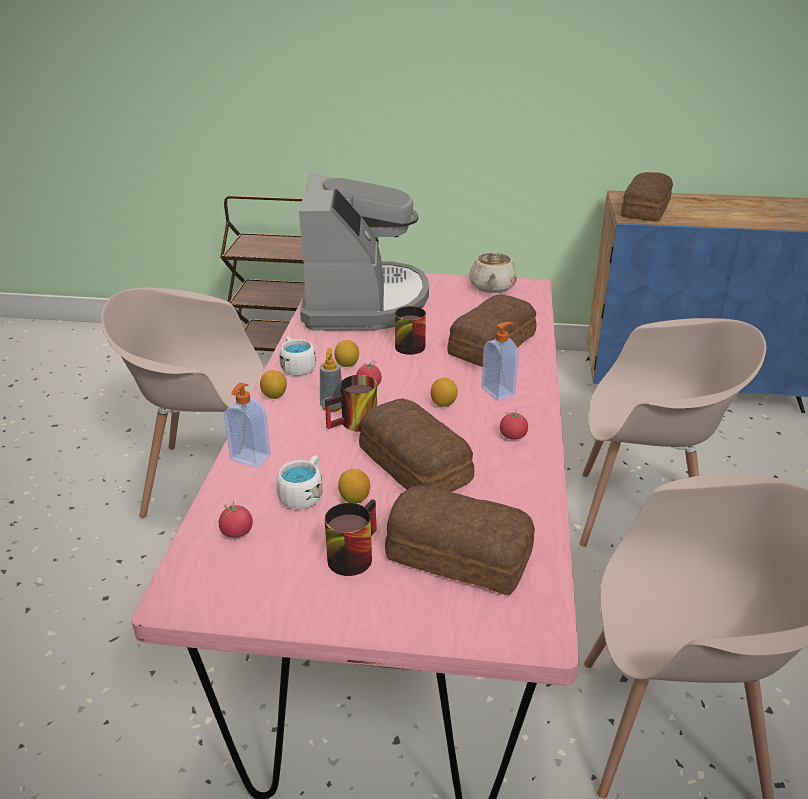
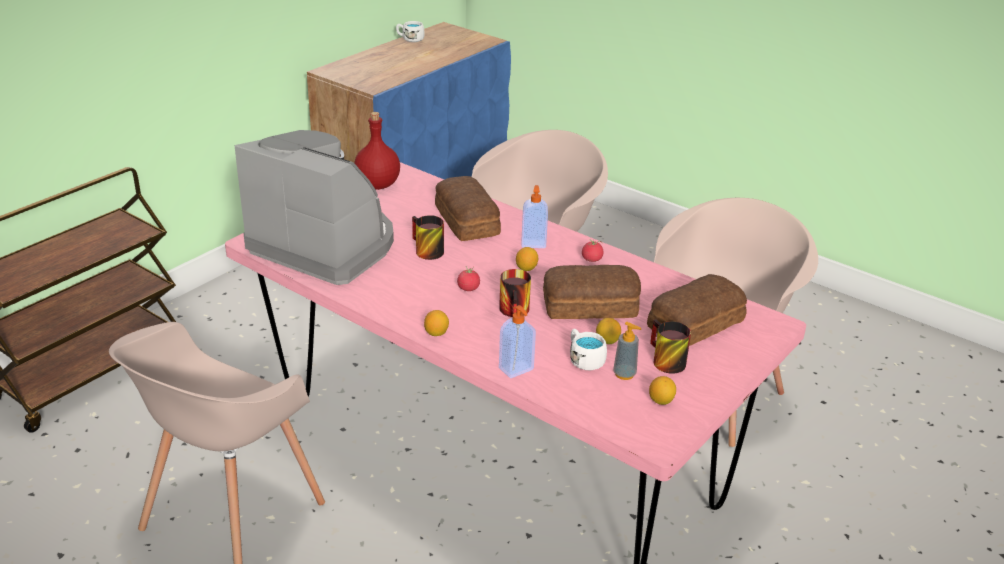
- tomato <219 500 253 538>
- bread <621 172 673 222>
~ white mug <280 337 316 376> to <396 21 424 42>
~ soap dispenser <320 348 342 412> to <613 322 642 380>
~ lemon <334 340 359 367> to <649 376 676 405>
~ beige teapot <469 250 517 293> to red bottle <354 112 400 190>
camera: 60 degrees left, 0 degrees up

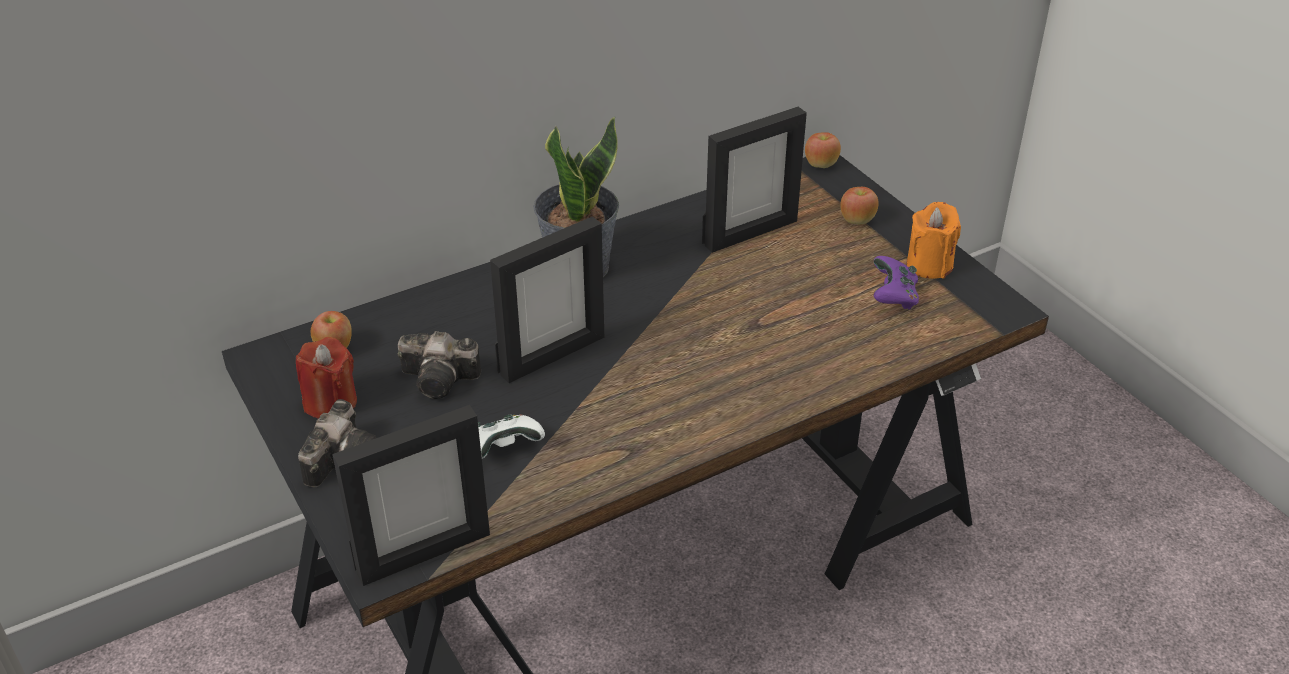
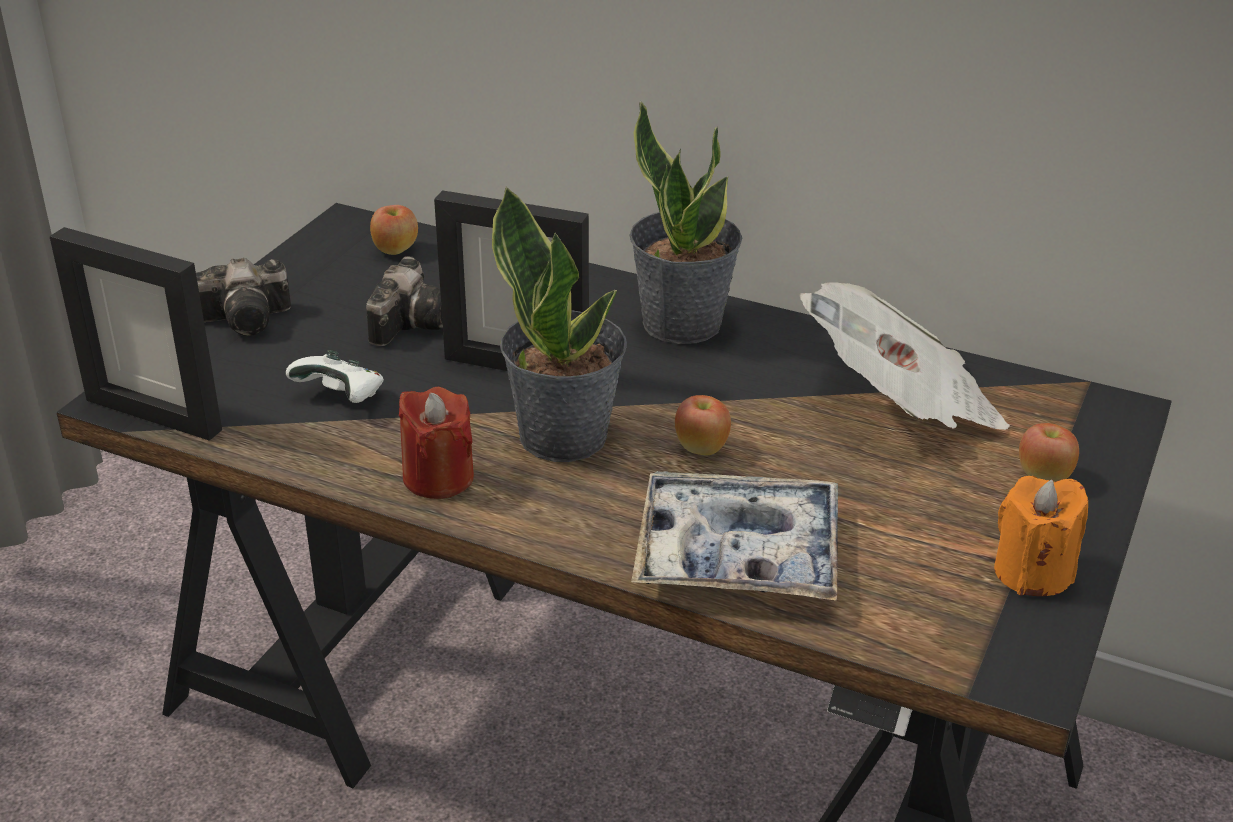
- purple game controller <874 256 919 310>
+ potted plant <492 186 627 462>
+ tray <631 471 838 601>
~ red candle <296 337 357 419> to <399 387 474 499>
~ apple <805 132 841 168> to <675 395 731 456>
~ picture frame <702 107 807 253> to newspaper <800 282 1010 430>
~ photo camera <398 331 481 399> = <366 256 443 346> 135 degrees counterclockwise
camera: 55 degrees right, 5 degrees down

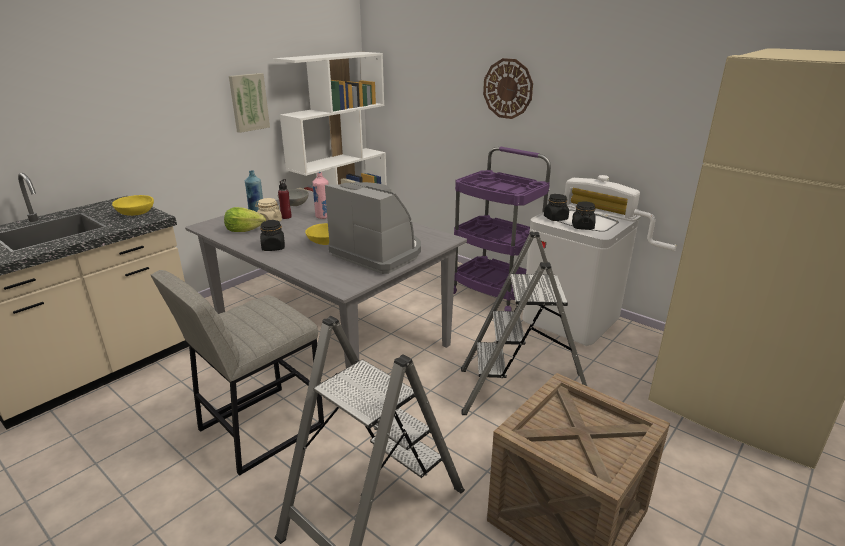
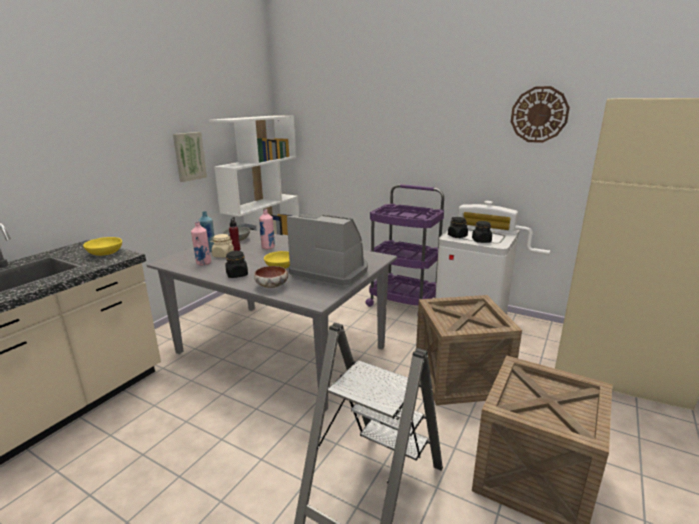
- grey chair <151 270 324 476>
+ bowl <254 266 288 288>
~ wall clock <483 58 533 119> to <511 86 570 143>
~ lettuce <224 207 266 232> to pink bottle <191 221 211 265>
~ grey step ladder <461 232 587 415> to crate <416 295 522 405>
camera: 10 degrees left, 5 degrees down

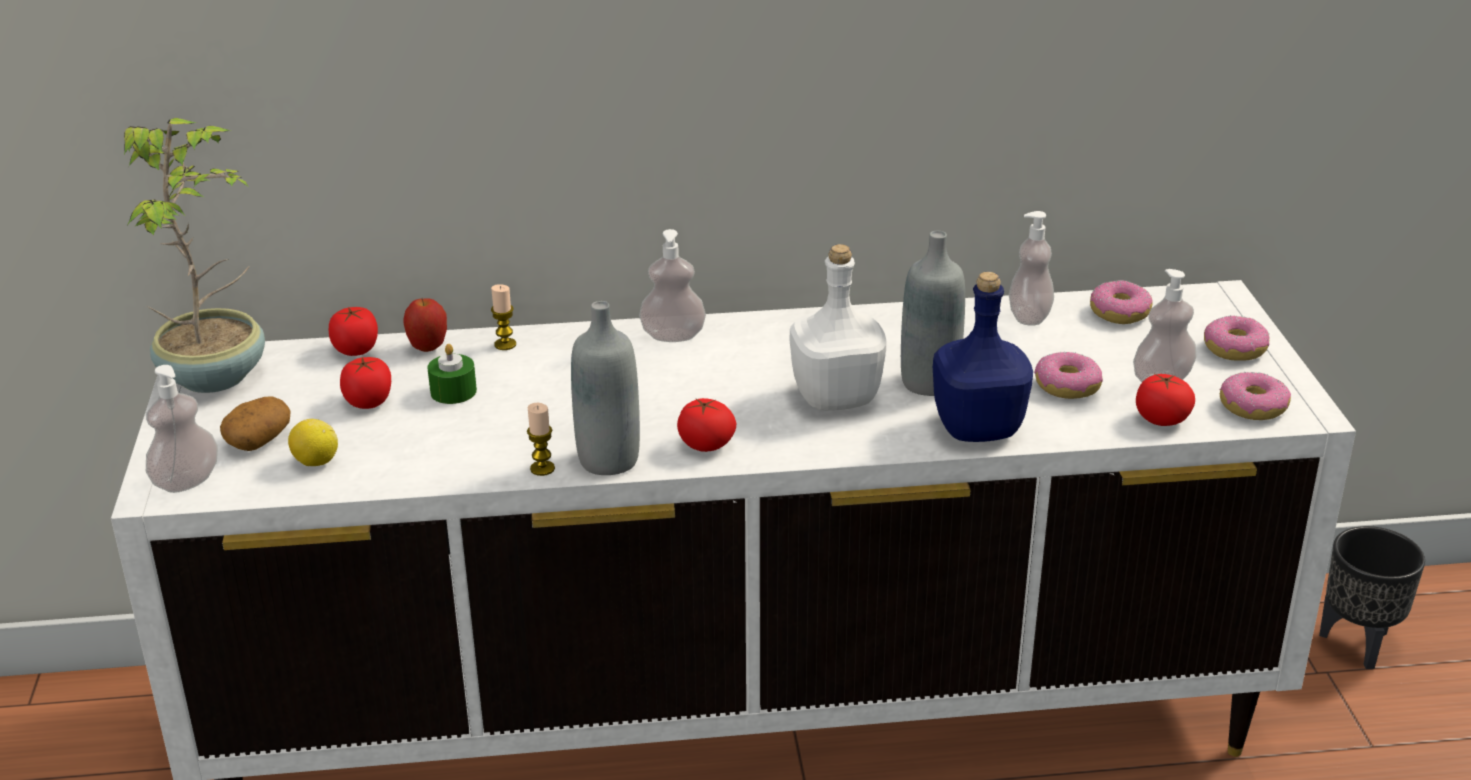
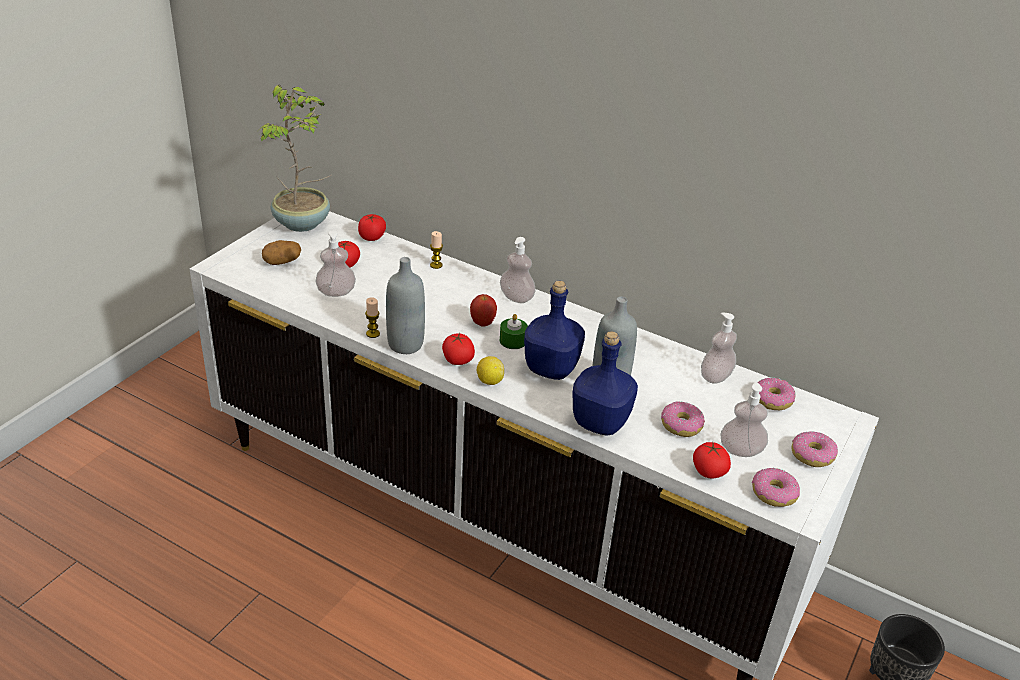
~ soap dispenser <146 365 218 493> to <315 231 356 297>
~ lemon <288 419 338 466> to <477 356 504 385>
~ apple <403 299 447 352> to <470 294 497 327>
~ green candle <427 344 477 404> to <500 314 528 349>
~ white bottle <789 244 886 410> to blue bottle <524 281 585 380>
camera: 35 degrees right, 5 degrees up

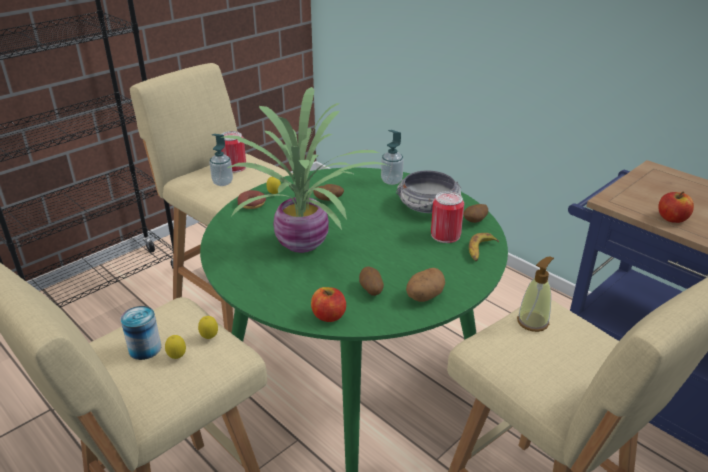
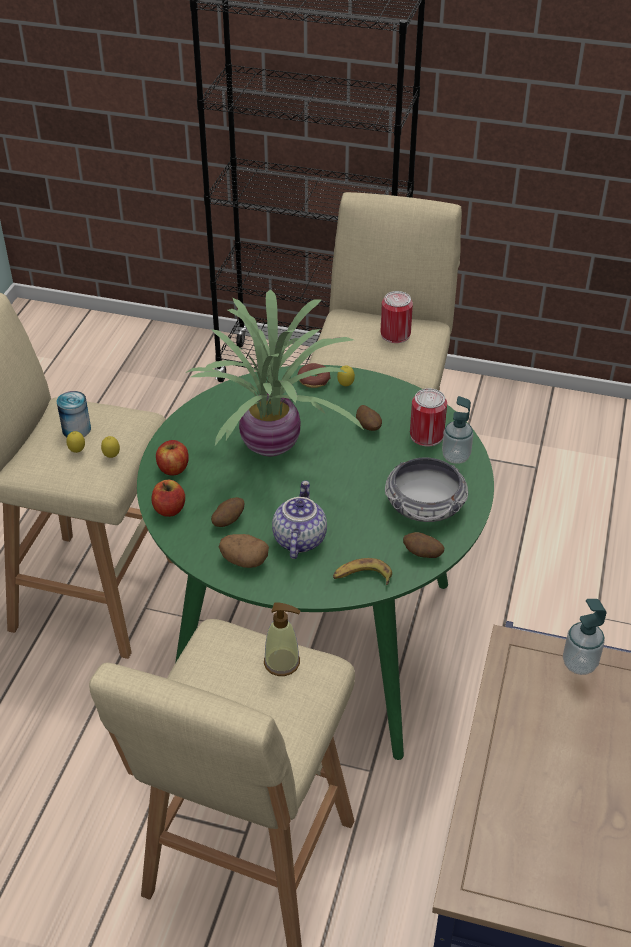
+ teapot <272 481 327 559>
~ soap dispenser <209 134 233 186> to <563 599 606 675>
~ can <431 191 464 243> to <410 388 447 446>
~ apple <658 192 694 223> to <156 440 189 475>
camera: 60 degrees right, 10 degrees up

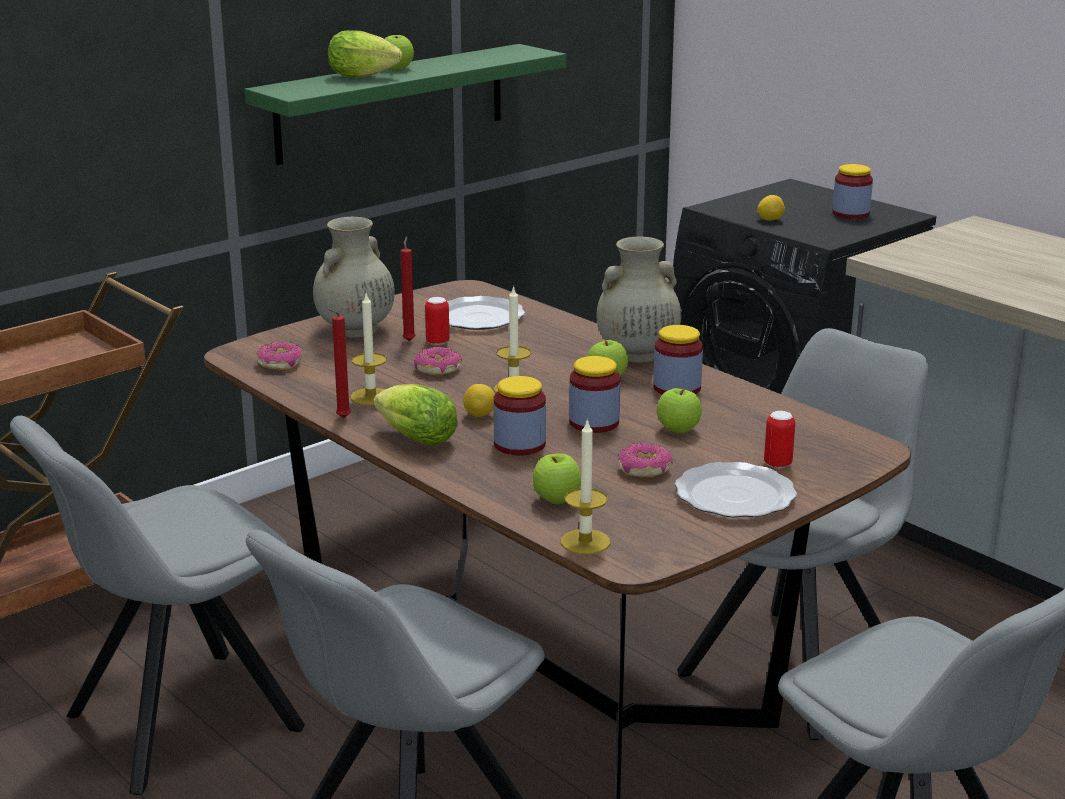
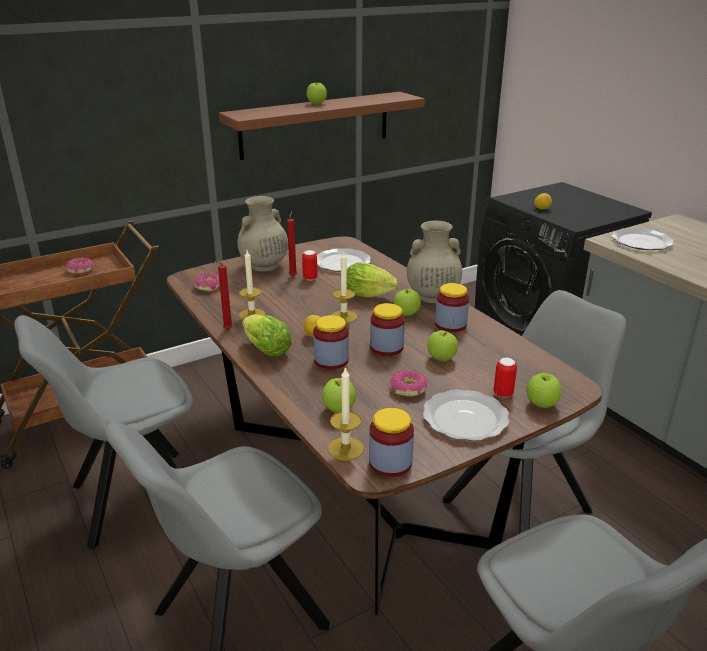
+ apple <526 373 561 408>
+ plate <612 228 674 250>
~ lettuce <328 30 402 77> to <347 262 399 298>
~ donut <414 347 463 375> to <65 257 93 274>
~ jar <832 164 873 219> to <369 408 414 477>
~ green shelf <244 44 566 165> to brown shelf <219 92 425 160>
camera: 10 degrees right, 5 degrees up

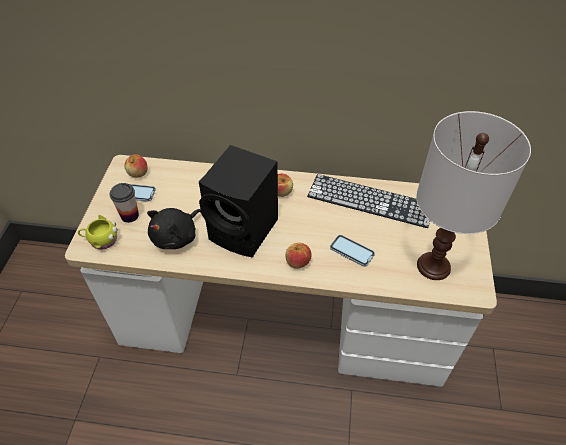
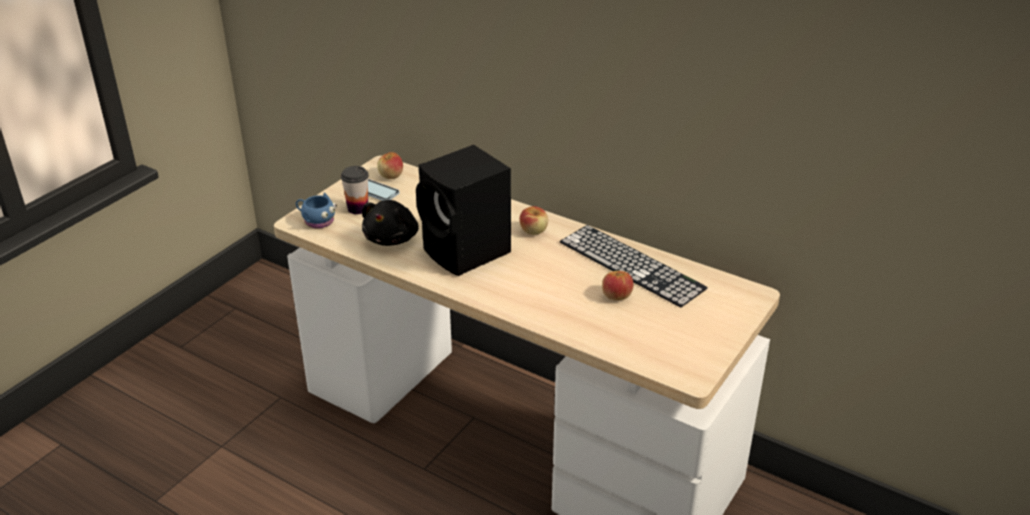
- phone <330 235 375 267>
- white table lamp <416 111 531 280>
~ apple <285 243 312 269> to <602 271 633 300>
~ yellow mug <78 215 118 250> to blue mug <296 193 337 228>
~ black plush toy <147 208 201 249> = <362 200 419 246> 45 degrees counterclockwise
camera: 25 degrees right, 15 degrees down

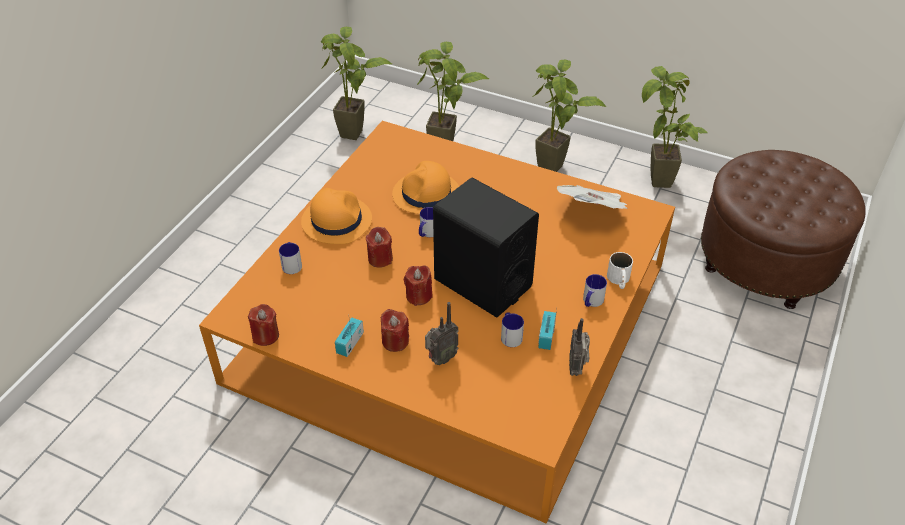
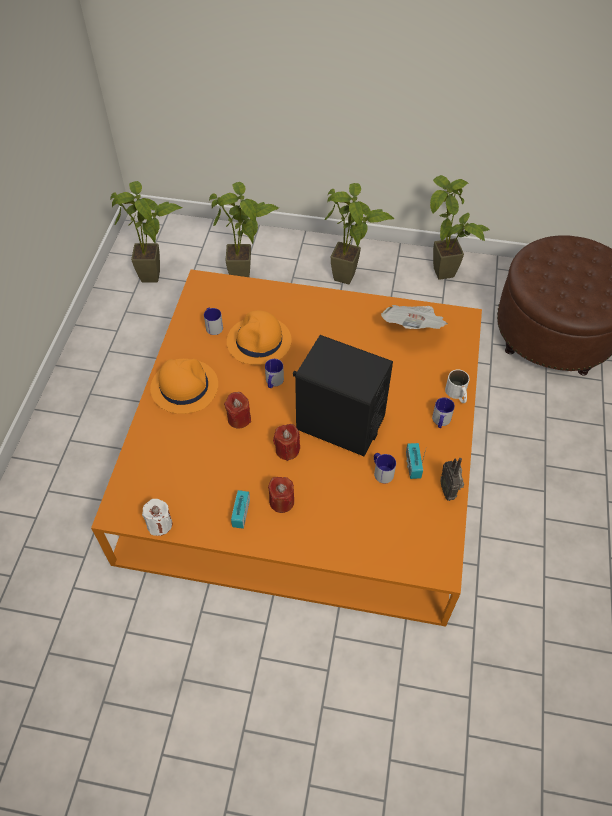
- radio <425 302 459 365>
~ mug <279 242 302 274> to <204 308 223 335>
~ red candle <248 304 279 346> to white candle <142 499 172 536>
camera: 15 degrees left, 10 degrees up

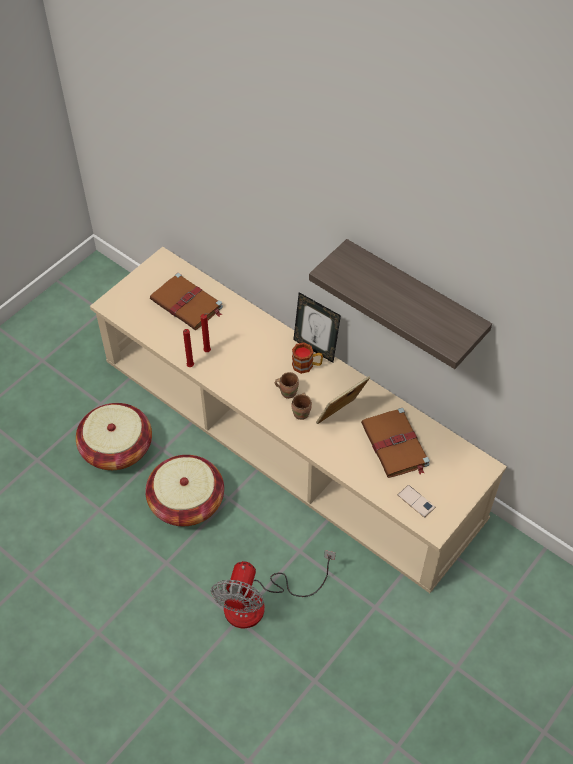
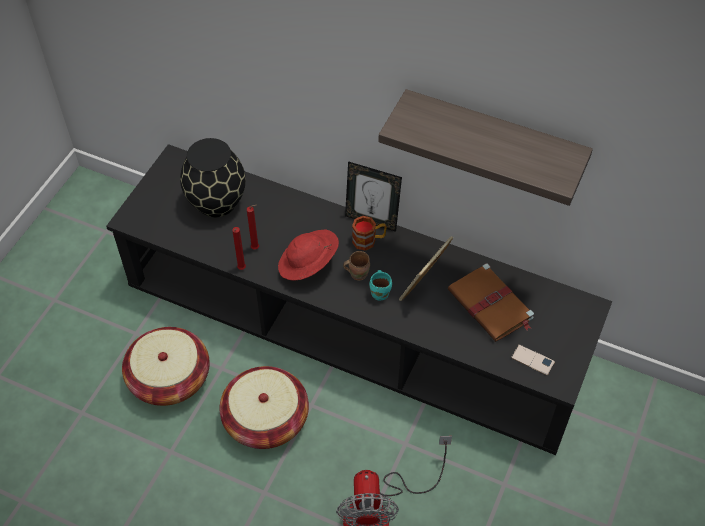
+ red hat <278 230 339 281>
~ brown book <150 273 223 330> to black vase <180 138 246 217>
~ beige tv stand <90 247 507 593> to black tv stand <106 144 612 455>
~ brown mug <291 393 312 420> to turquoise mug <369 270 392 301>
camera: 15 degrees left, 0 degrees up

